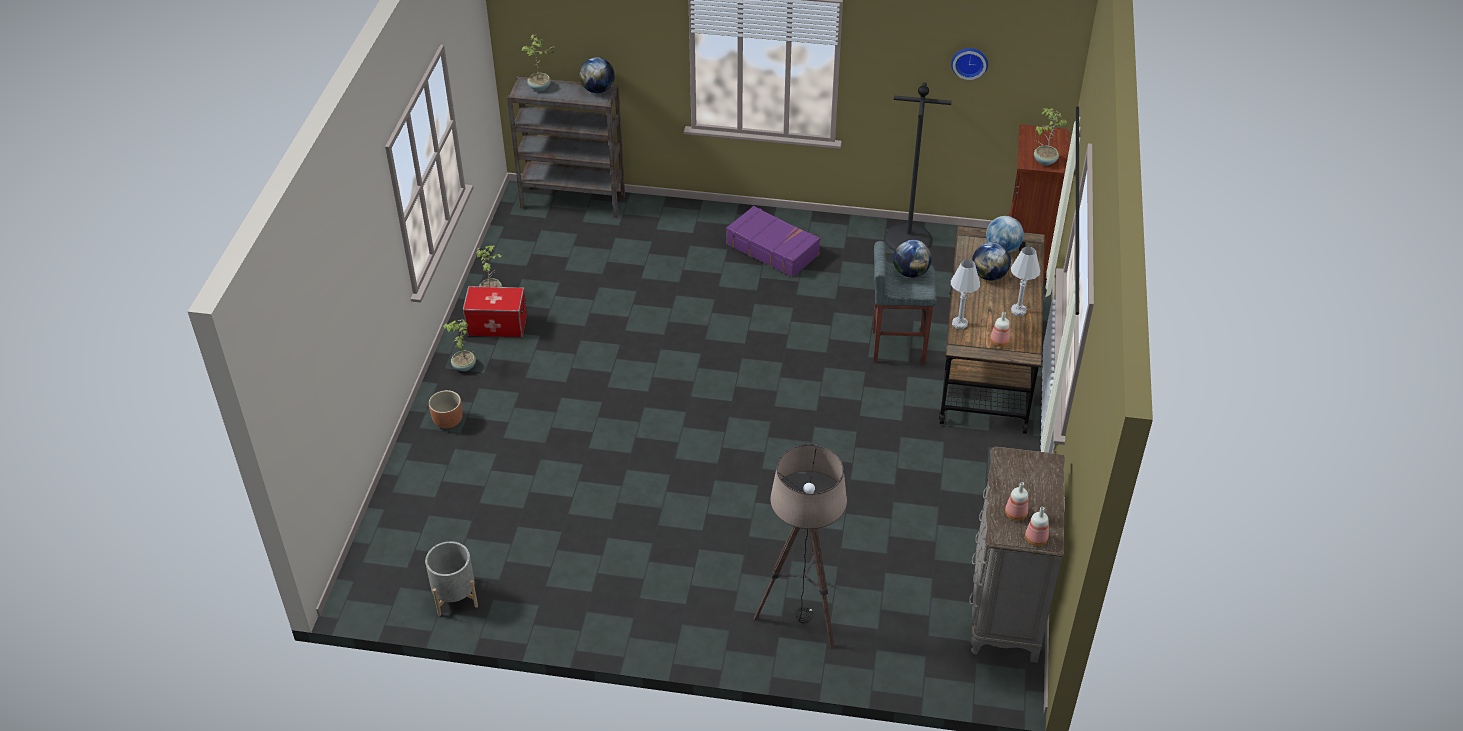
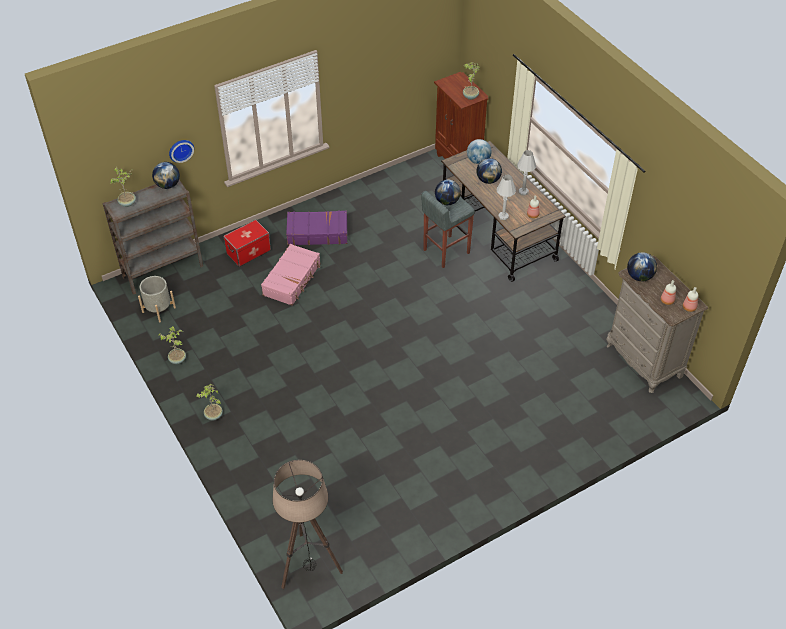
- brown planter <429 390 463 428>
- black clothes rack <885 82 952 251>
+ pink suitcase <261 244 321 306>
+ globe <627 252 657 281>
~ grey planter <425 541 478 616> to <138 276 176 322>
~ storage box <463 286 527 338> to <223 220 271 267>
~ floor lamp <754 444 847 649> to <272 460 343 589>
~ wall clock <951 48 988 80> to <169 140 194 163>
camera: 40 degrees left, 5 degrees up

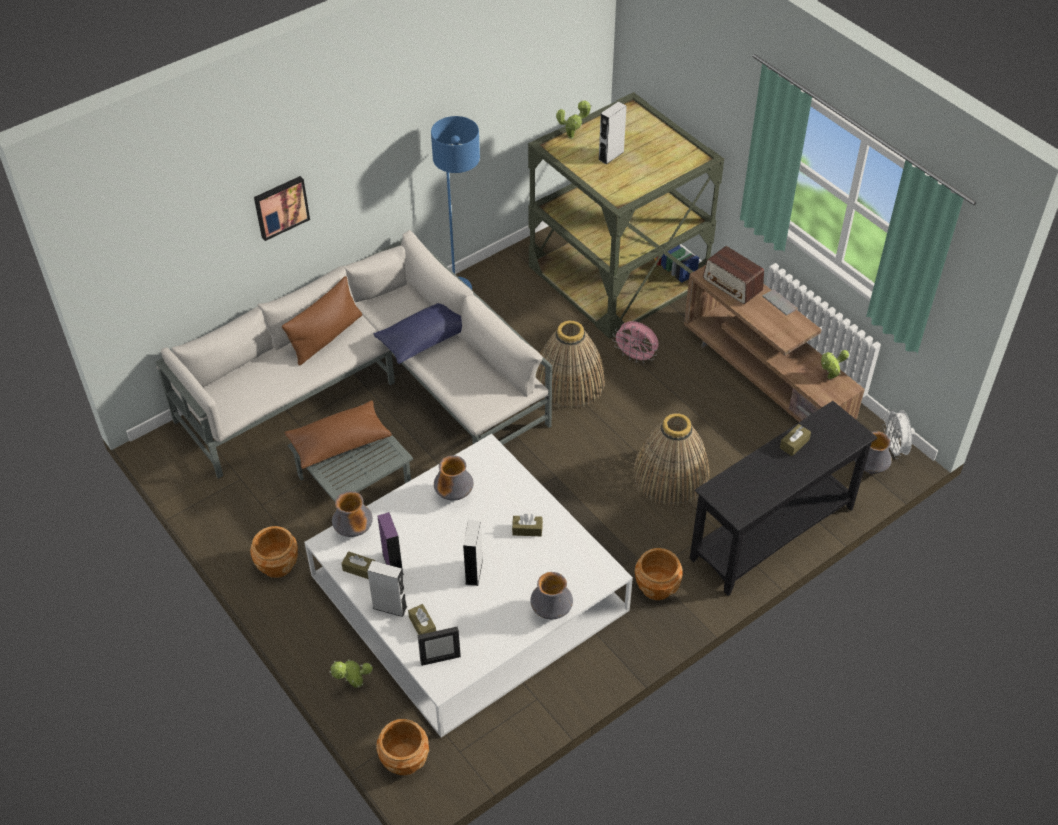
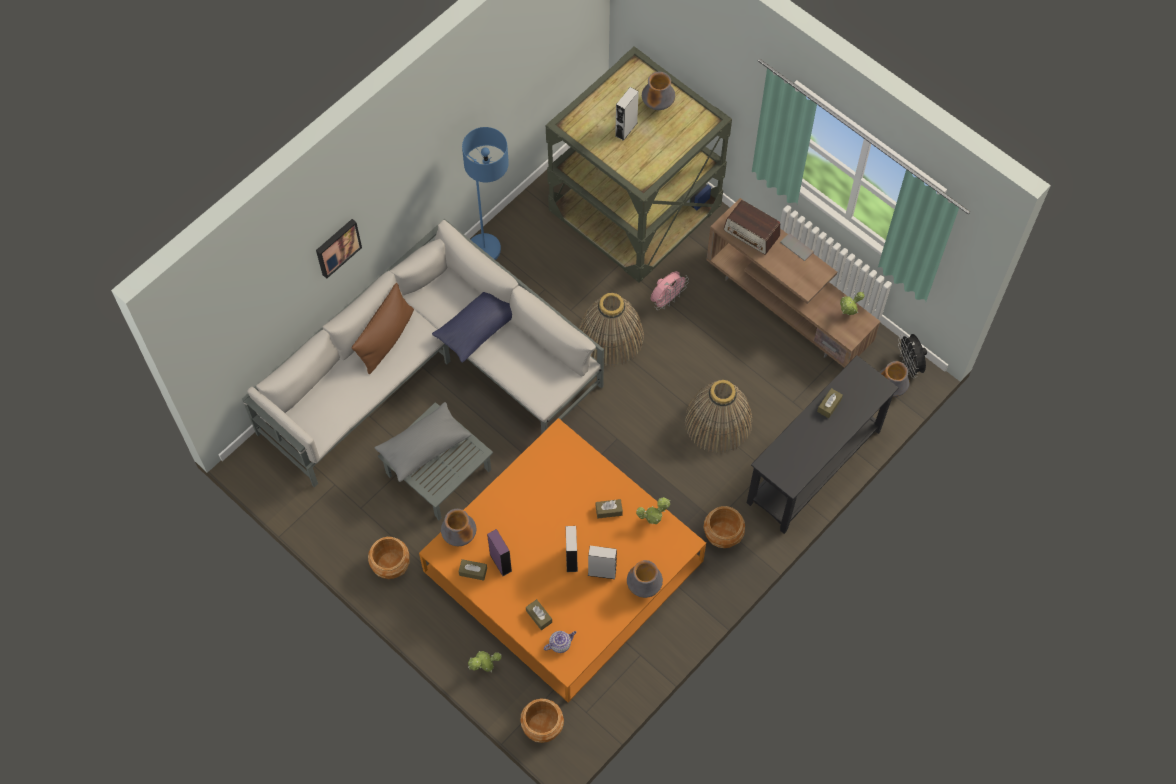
~ grey speaker <367 561 407 617> to <588 546 617 579>
~ vase <434 455 474 501> to <642 72 675 110>
~ potted plant <556 100 592 139> to <636 497 671 524>
~ picture frame <418 626 461 666> to teapot <544 631 576 653>
~ brown pillow <285 400 392 469> to grey pillow <374 402 471 482>
~ white coffee table <304 434 633 738> to orange coffee table <419 418 706 702>
~ white fan <882 409 915 459> to black fan <898 333 927 378>
~ pink fan <612 321 658 364> = <651 271 689 310> 60 degrees counterclockwise
camera: 10 degrees left, 15 degrees up

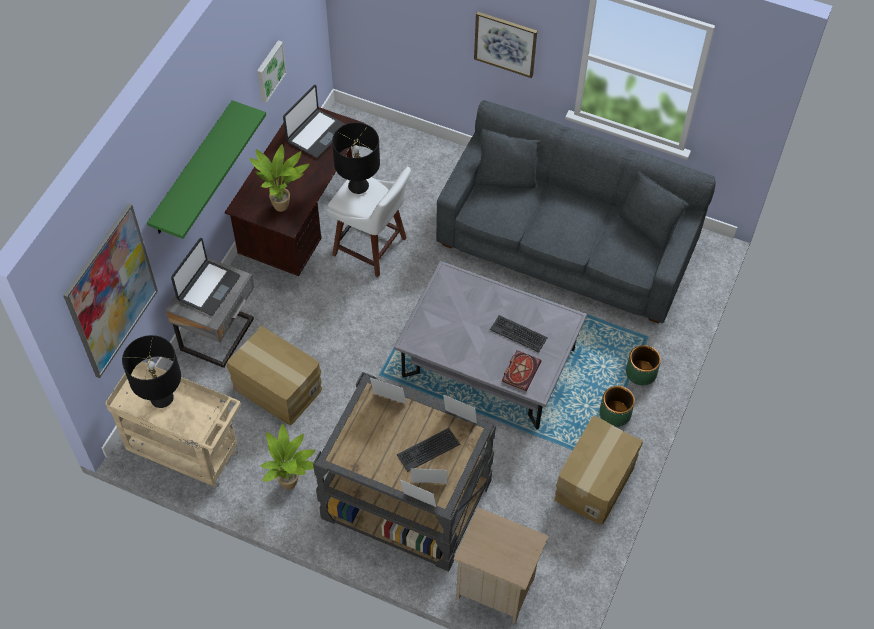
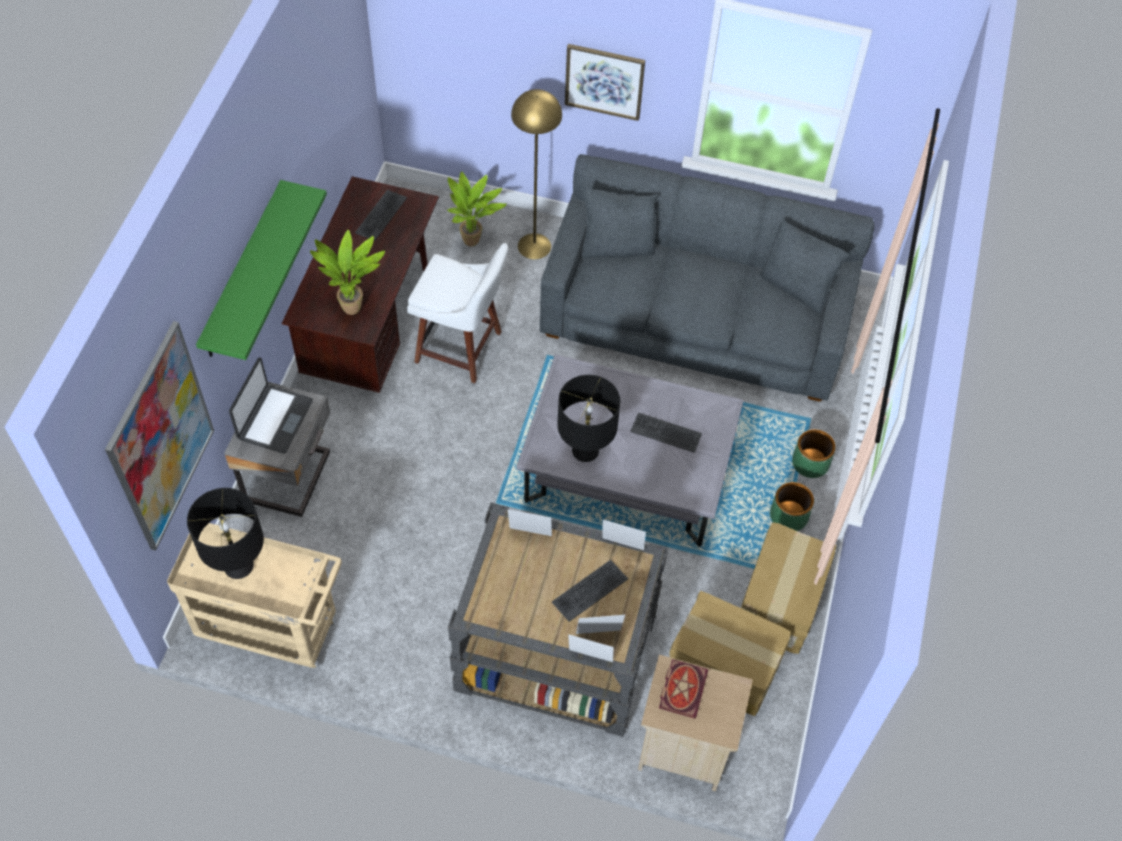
- picture <257 40 287 103>
+ yellow floor lamp <511 89 562 259>
~ cardboard box <227 326 322 425> to <670 591 791 716>
~ potted plant <260 424 315 490> to <447 171 507 246>
~ black table lamp <332 123 380 194> to <557 375 620 462>
~ book <502 350 542 391> to <659 659 708 719>
~ laptop <283 85 345 158> to keyboard <355 190 407 241>
camera: 10 degrees left, 0 degrees up

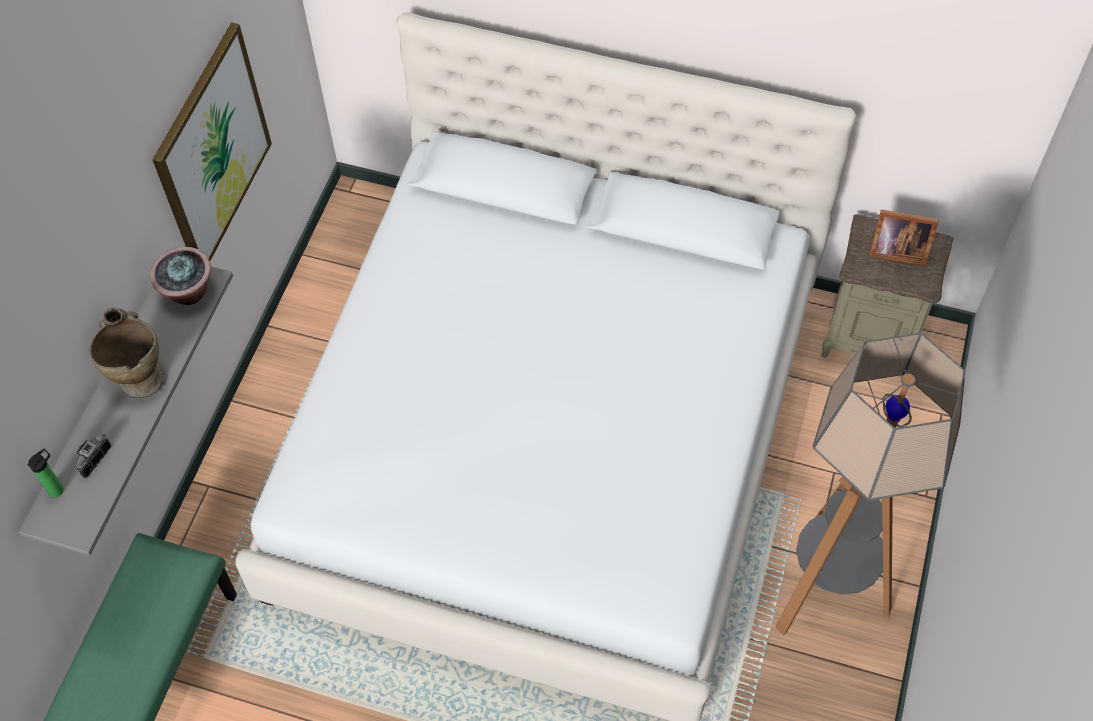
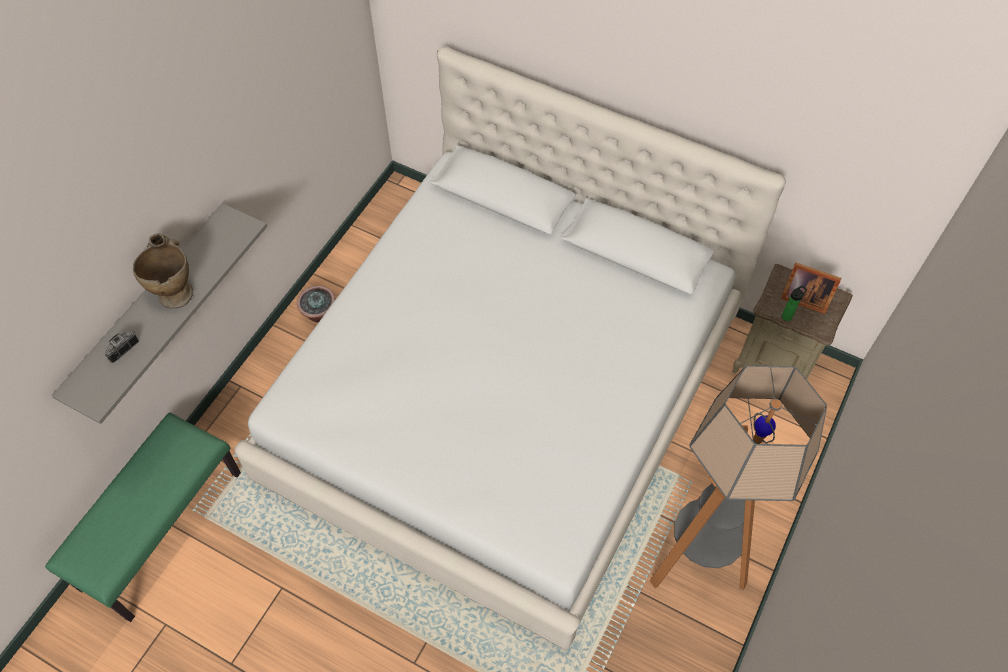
- picture <152 22 272 261>
~ bottle <28 449 64 498> to <782 286 807 321>
~ potted plant <150 247 211 305> to <297 286 335 323>
camera: 10 degrees right, 0 degrees up

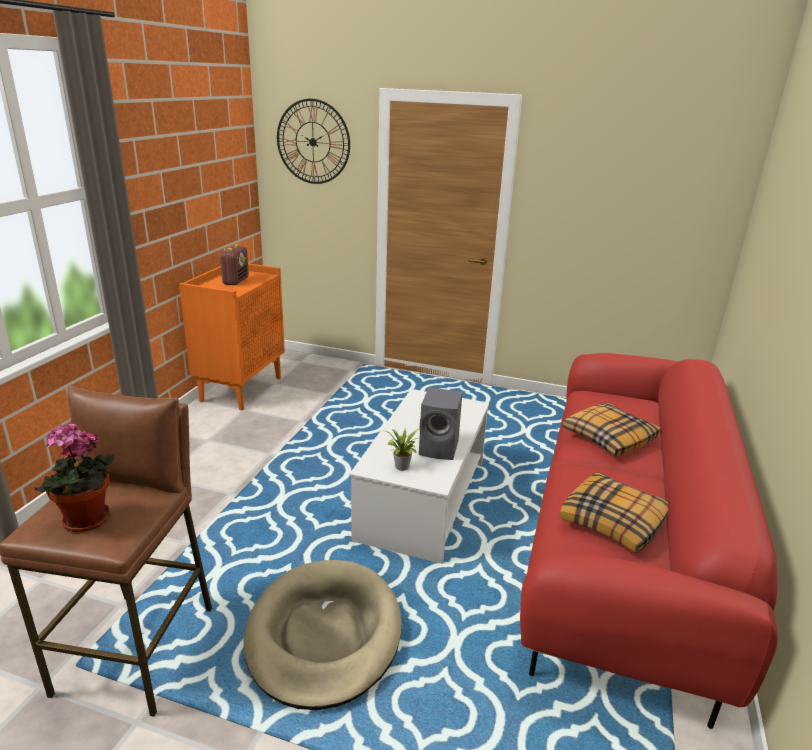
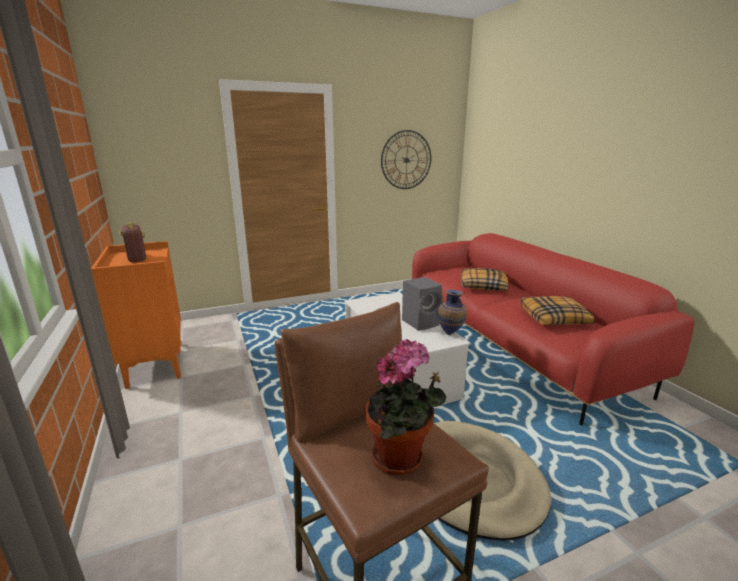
- potted plant <382 428 419 471>
+ vase <437 290 467 335>
~ wall clock <277 99 350 184> to <381 130 431 189>
camera: 40 degrees left, 5 degrees down

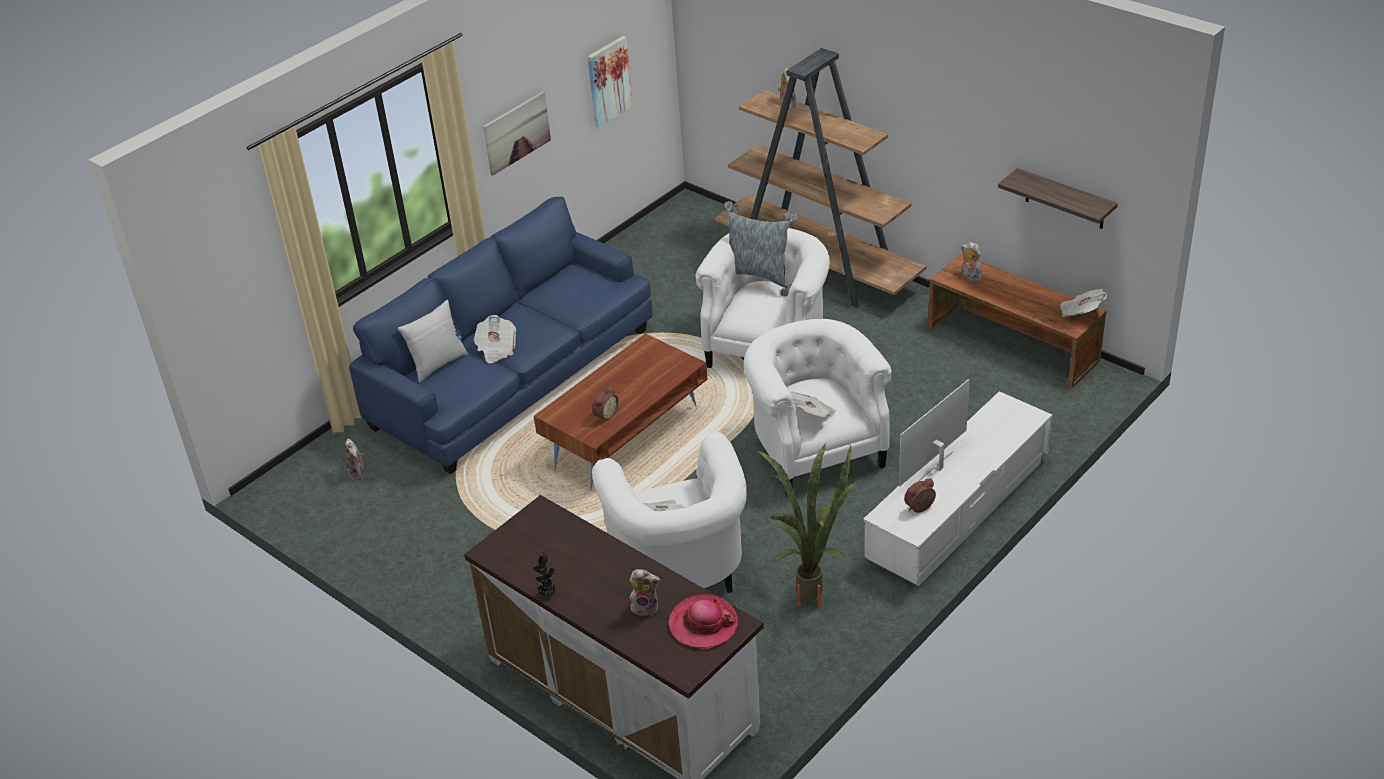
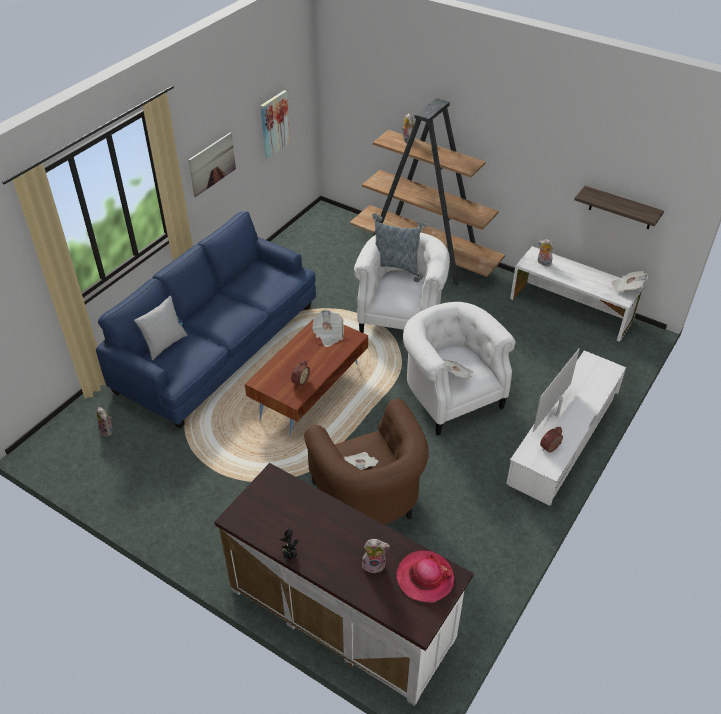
- potted plant <757 444 859 608>
~ newspaper <473 315 516 363> to <312 309 344 347>
~ white armchair <592 432 747 593> to brown armchair <304 398 429 525>
~ brown bench <928 254 1106 389> to white bench <510 246 644 342>
camera: 10 degrees left, 5 degrees up

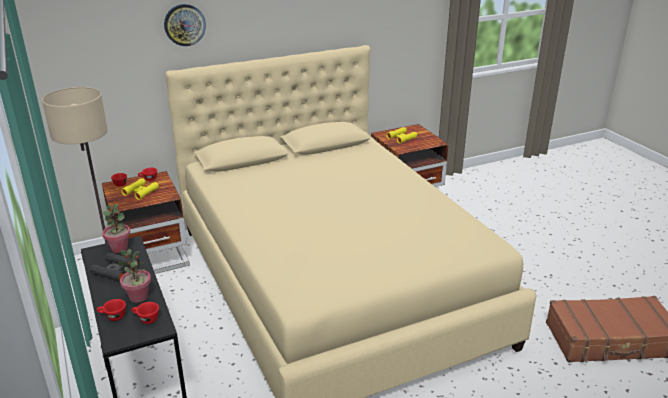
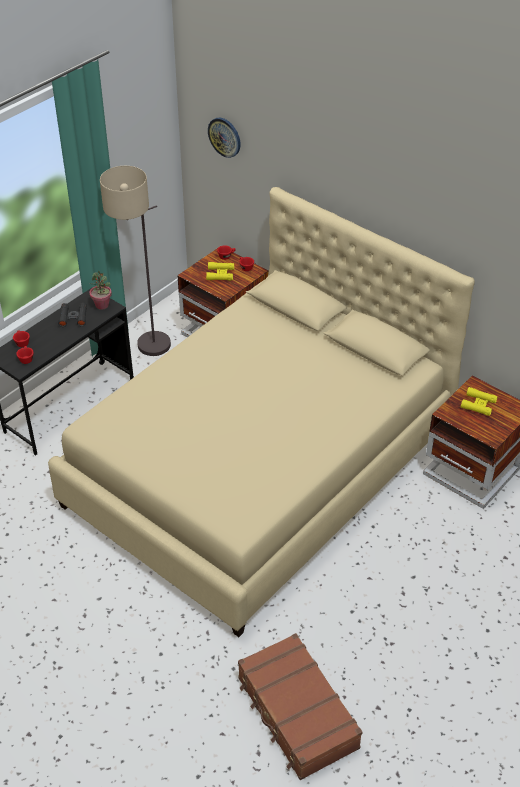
- potted plant <116 249 151 303>
~ wall clock <164 4 206 46> to <208 117 241 158>
camera: 65 degrees right, 15 degrees up

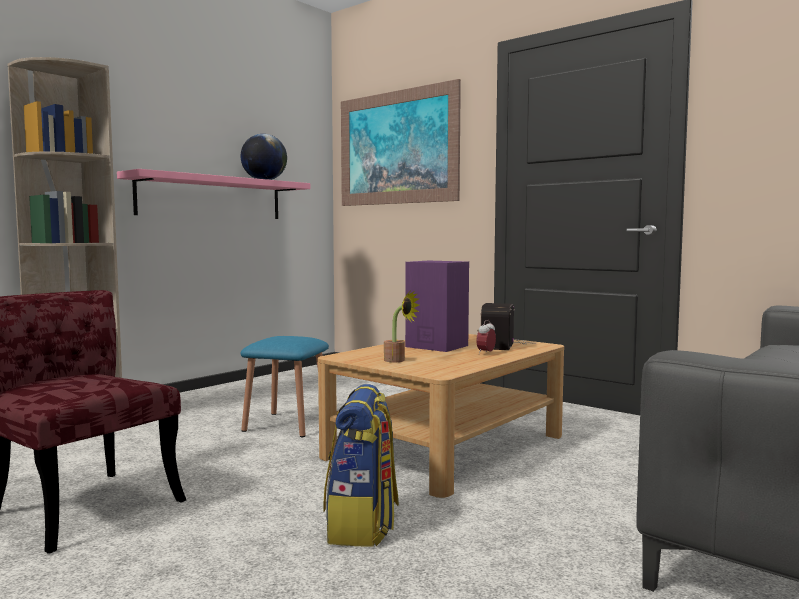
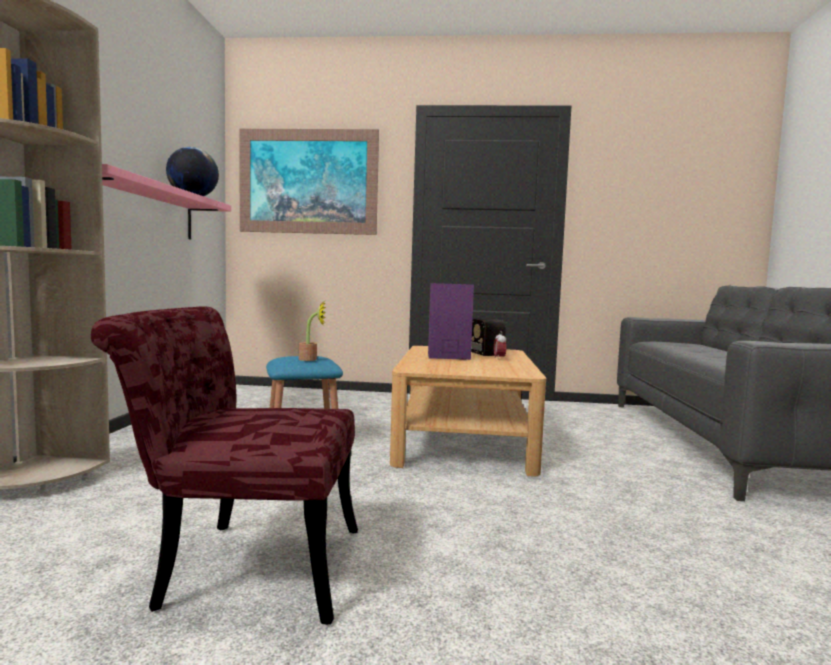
- backpack <323 384 399 547>
~ potted plant <384 291 419 362> to <299 301 326 361>
camera: 35 degrees left, 0 degrees up

